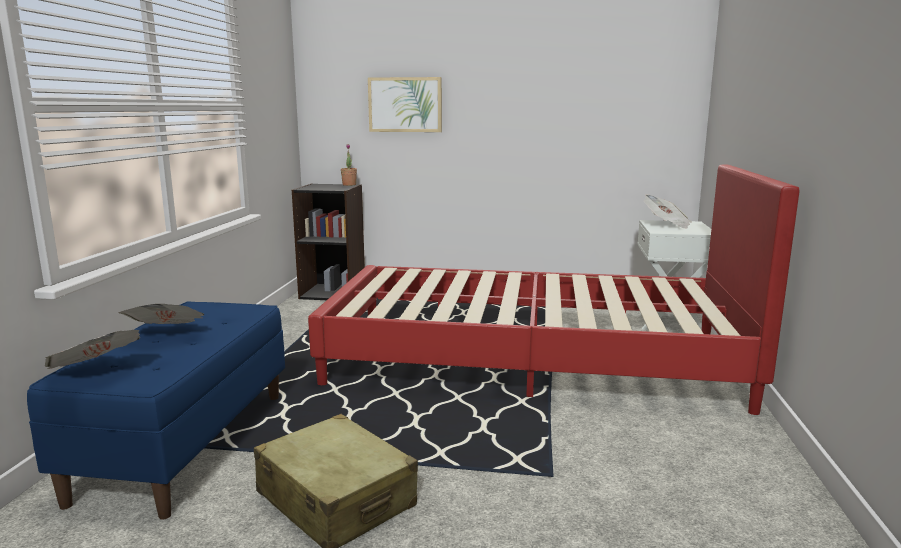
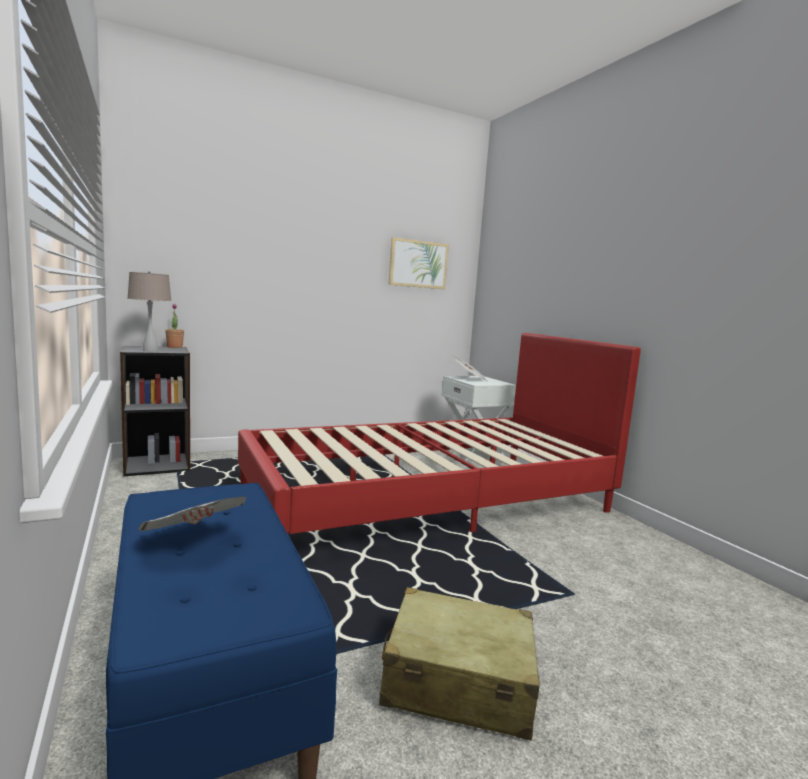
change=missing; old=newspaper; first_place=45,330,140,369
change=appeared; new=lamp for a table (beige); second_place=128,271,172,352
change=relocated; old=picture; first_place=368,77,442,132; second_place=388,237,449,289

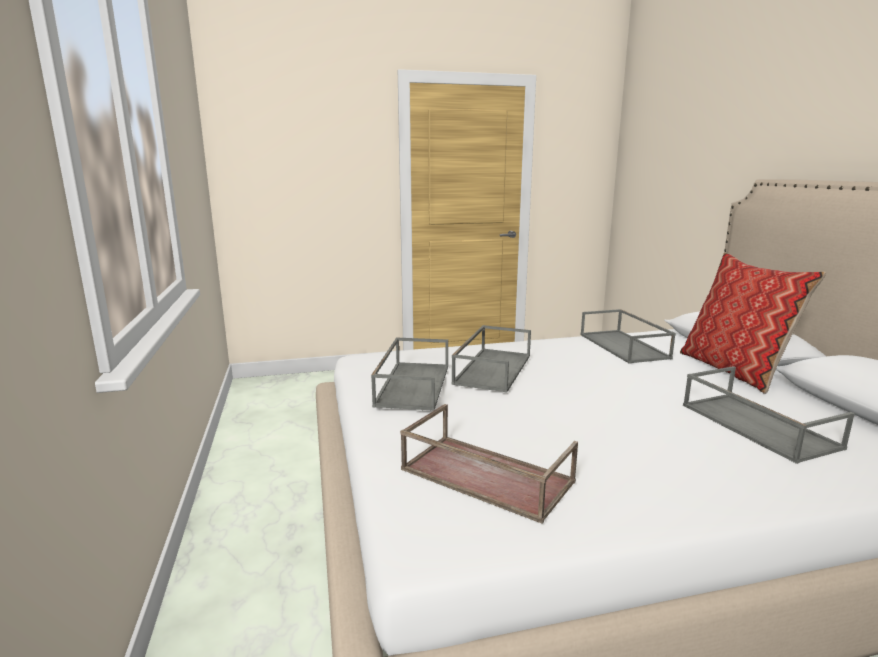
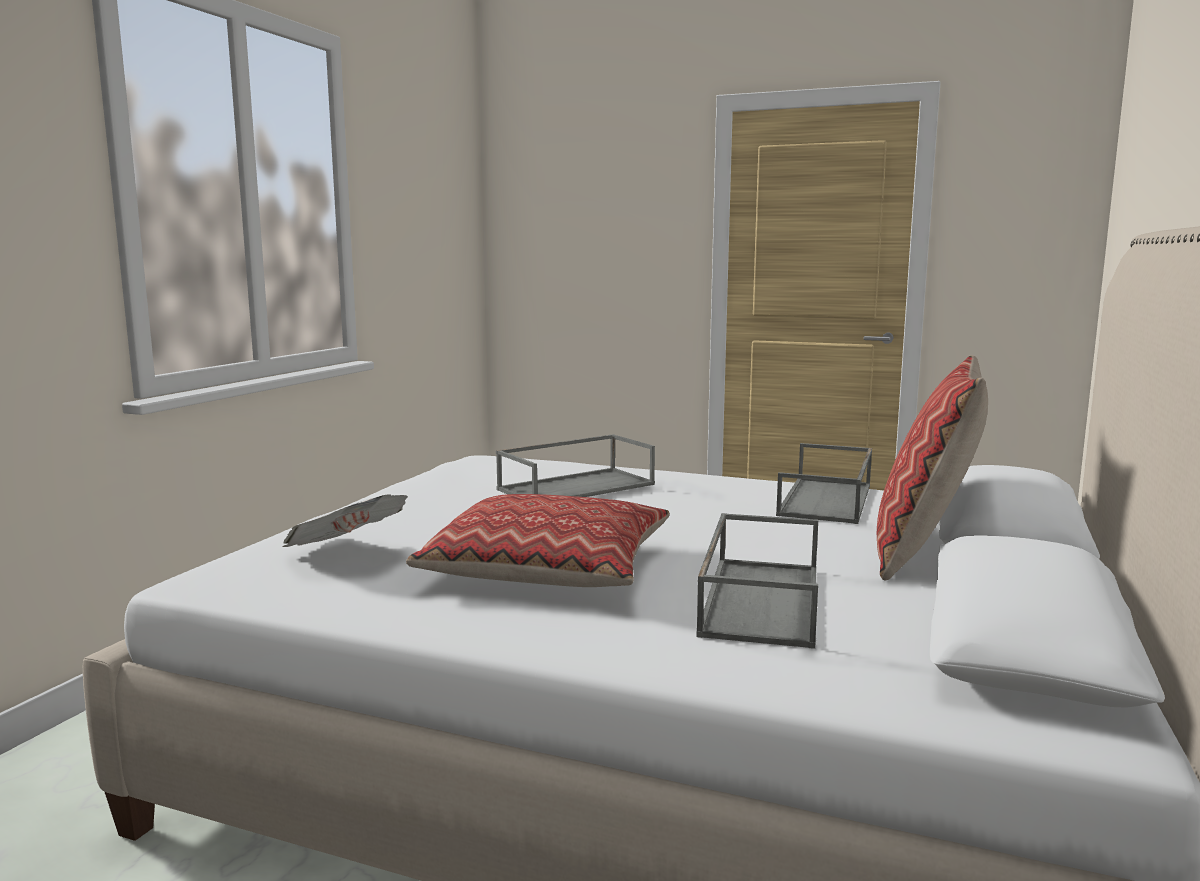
change=missing; old=carrying tray (gray); first_place=371,337,448,411
change=appeared; new=cushion; second_place=406,494,670,587
change=exchanged; old=carrying tray (brown); new=newspaper; first_place=400,404,578,524; second_place=282,495,408,547

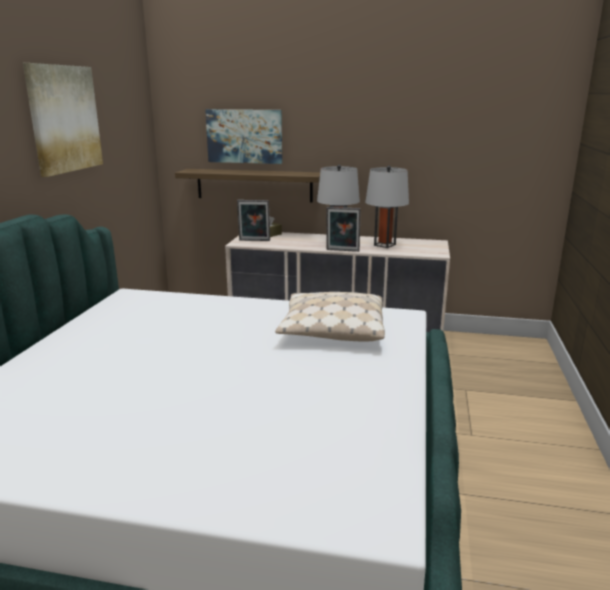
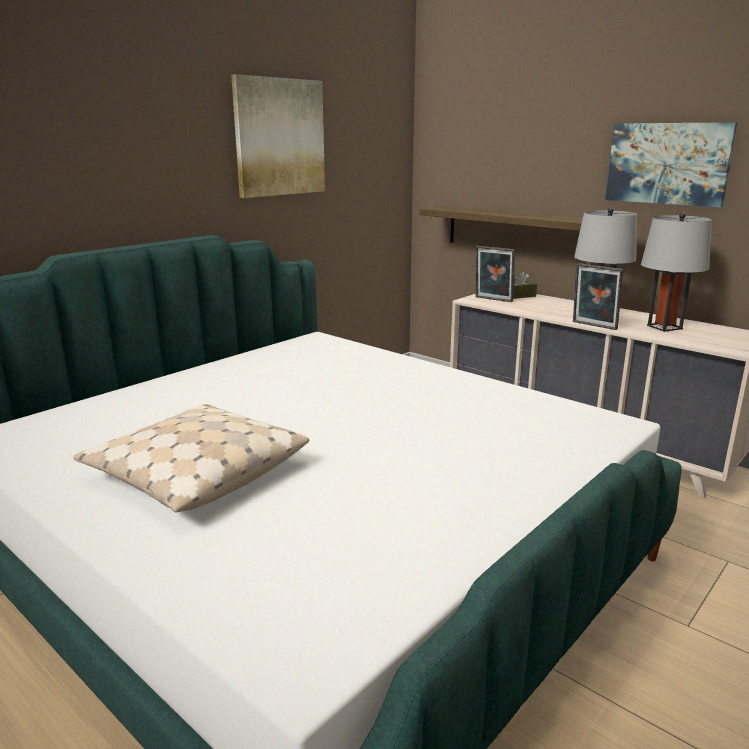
change=relocated; old=picture; first_place=205,109,282,164; second_place=605,122,737,207
change=relocated; old=cushion (beige); first_place=275,292,385,342; second_place=73,404,309,512

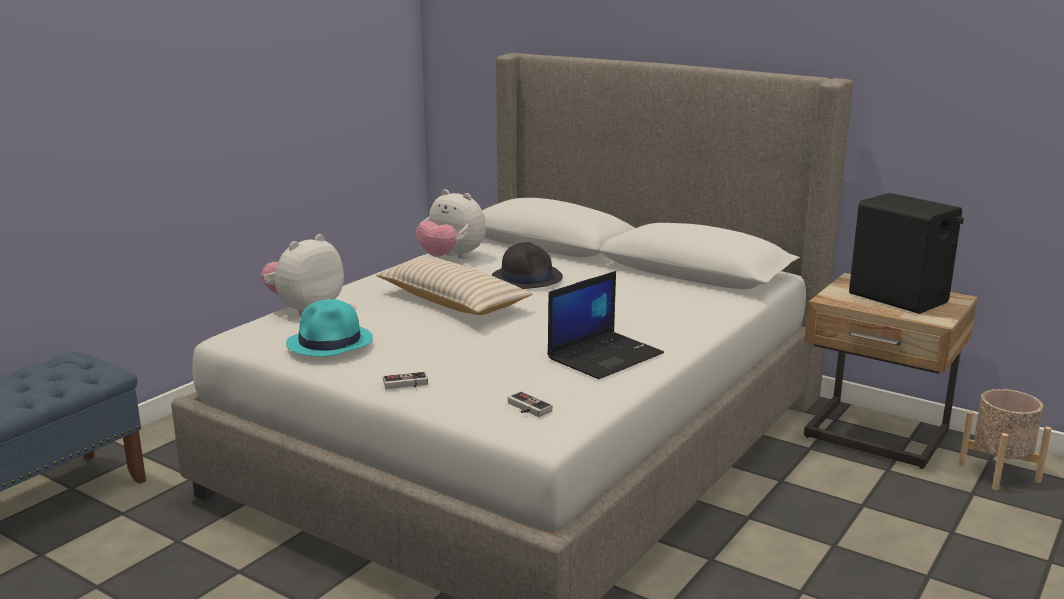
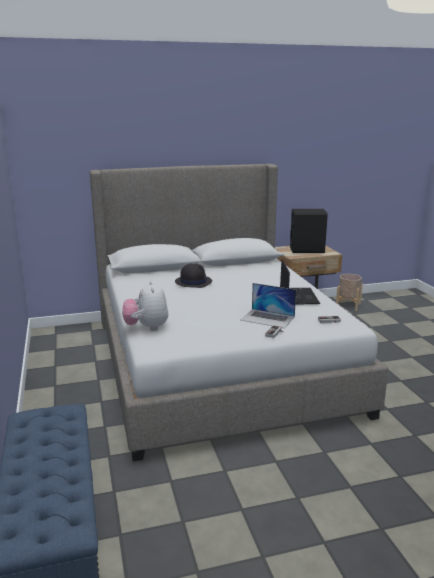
change=missing; old=hat (turquoise); first_place=286,299,373,357
change=missing; old=cushion (beige); first_place=376,257,532,315
change=missing; old=cuddly toy; first_place=416,189,486,258
change=appeared; new=laptop; second_place=241,283,296,328

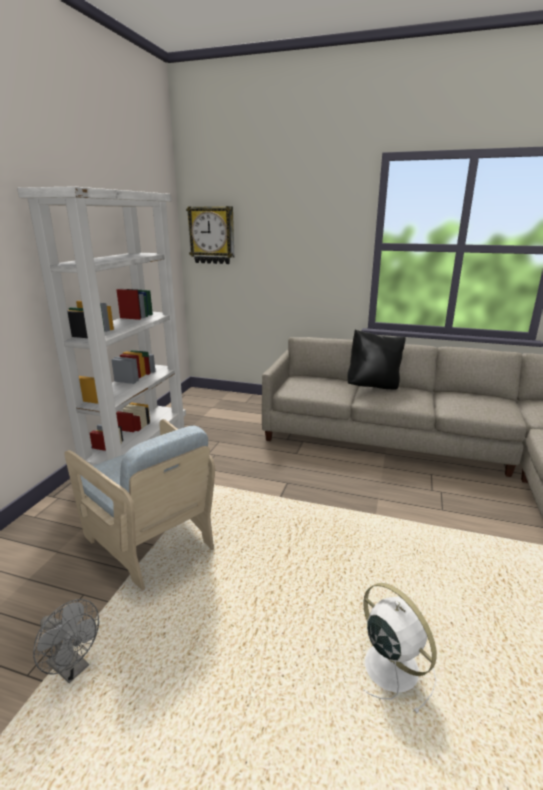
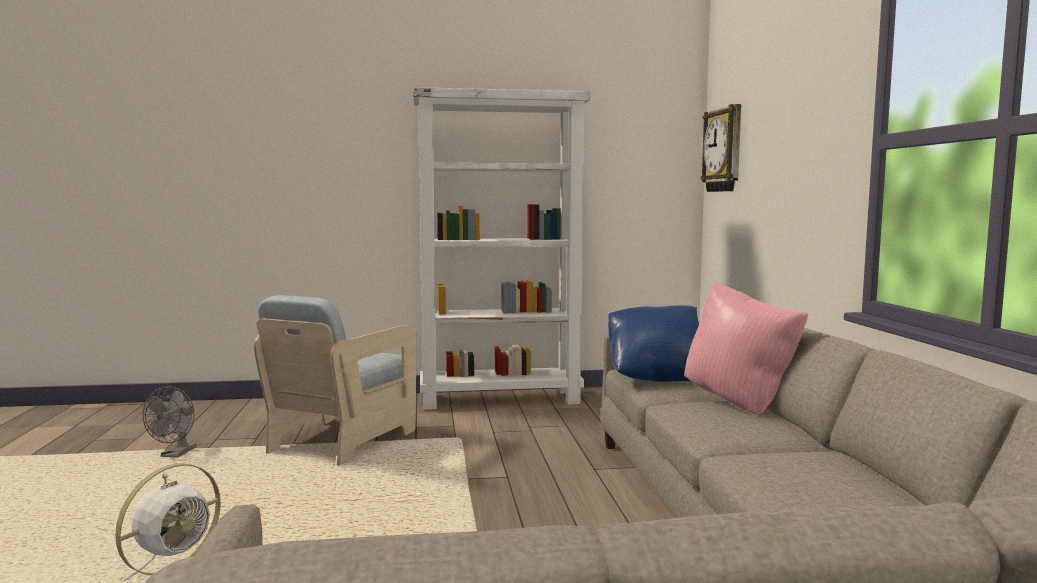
change=appeared; new=cushion (blue-coloured); second_place=608,305,699,382
change=colour; old=cushion (black); new=cushion (pink-coloured); first_place=347,329,406,389; second_place=684,280,808,415

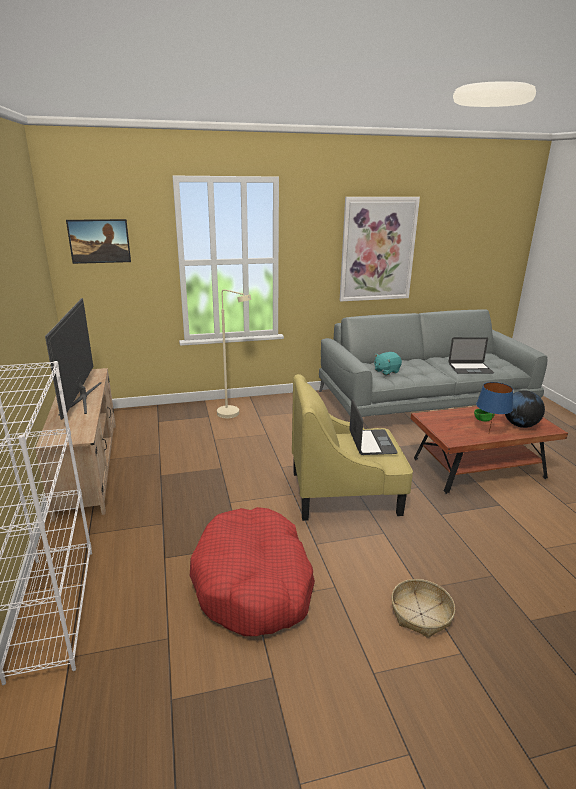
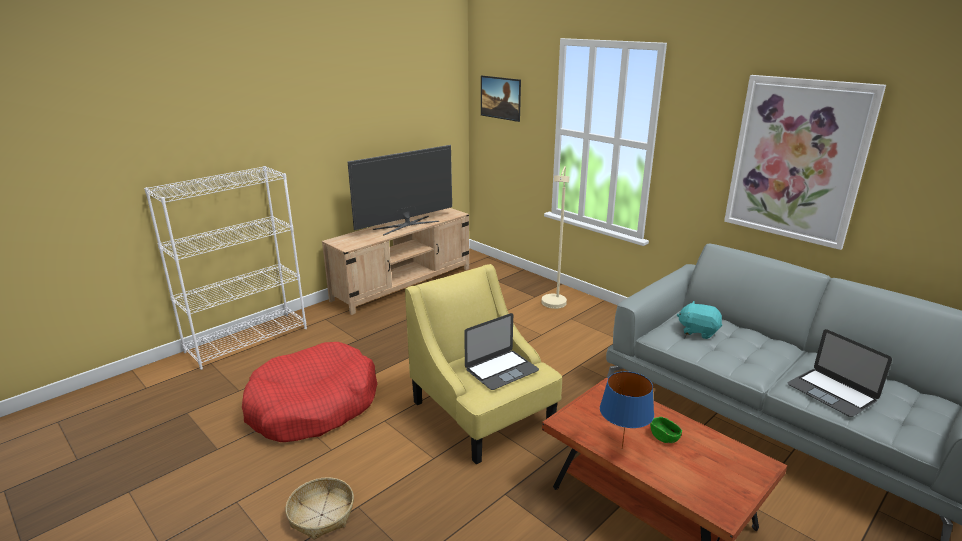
change=missing; old=globe; first_place=505,390,545,428

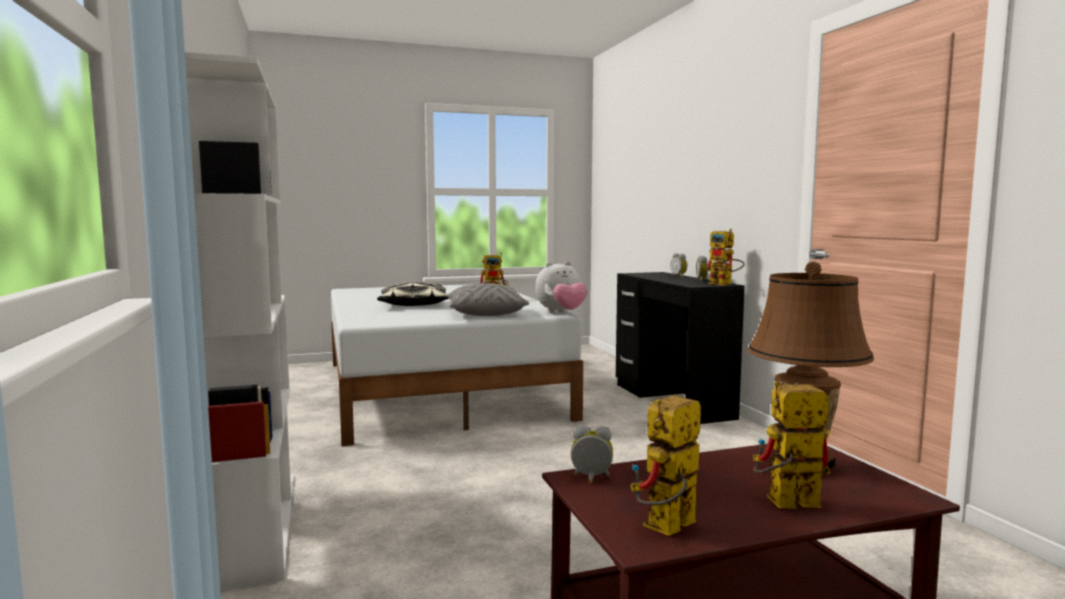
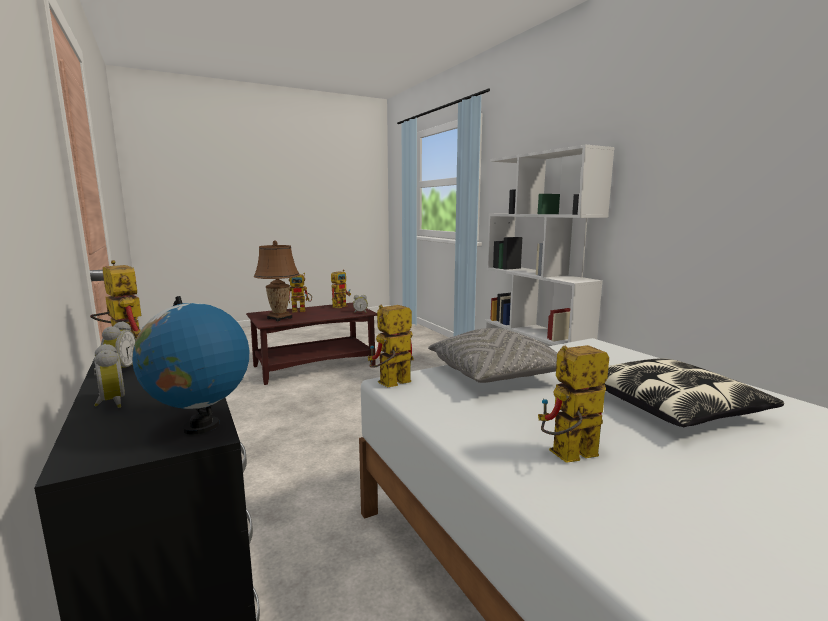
change=appeared; new=globe; second_place=132,296,249,435
change=exchanged; old=cuddly toy; new=model robot; first_place=535,261,587,313; second_place=368,305,414,387

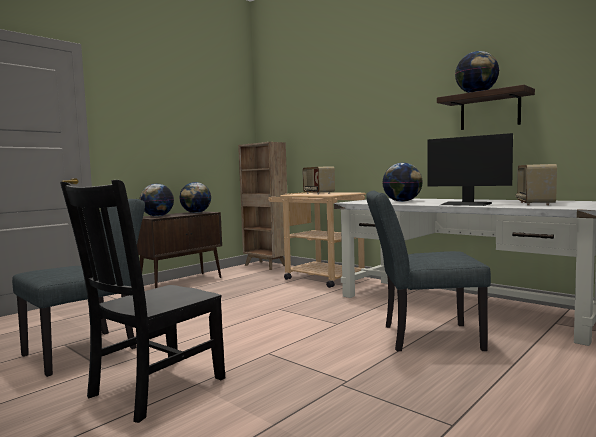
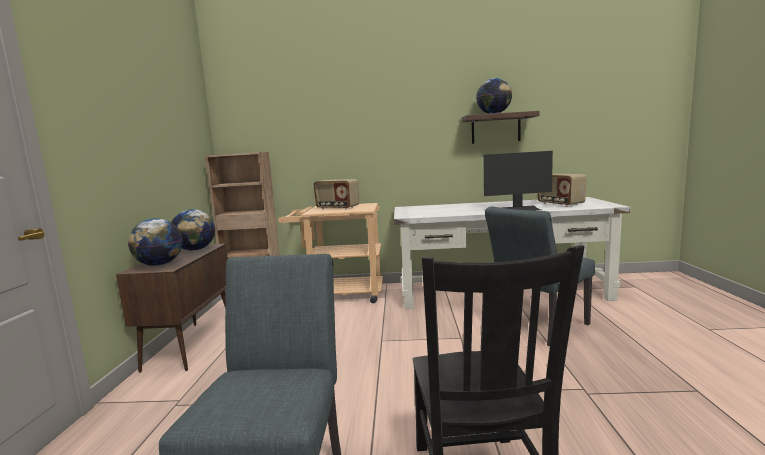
change=missing; old=globe; first_place=382,163,423,202

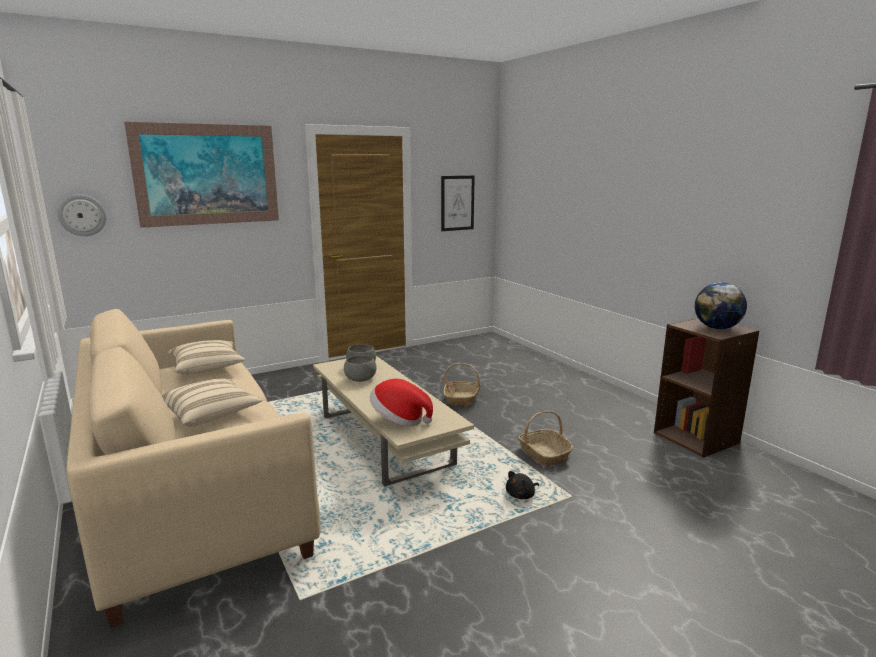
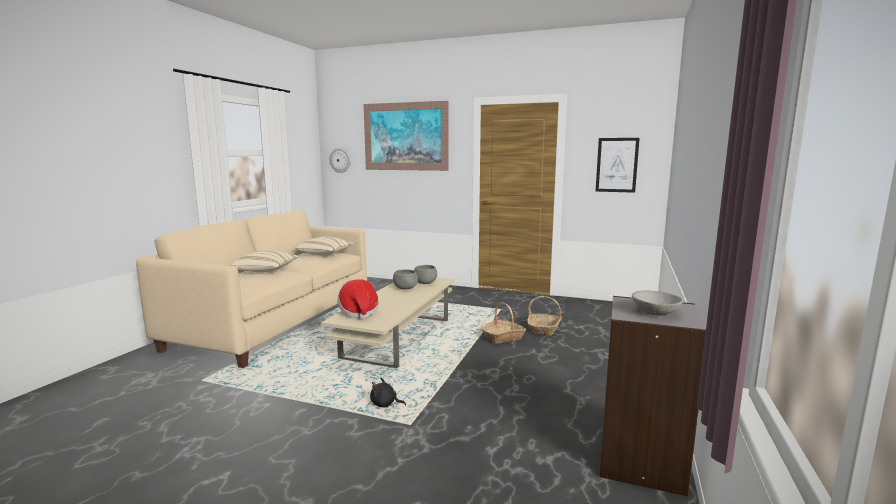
change=relocated; old=household basket; first_place=518,411,573,466; second_place=528,296,562,336
change=exchanged; old=globe; new=bowl (gray); first_place=695,282,747,329; second_place=632,290,683,316
change=colour; old=bookshelf (brown); new=bookshelf (gray); first_place=654,318,759,458; second_place=600,296,706,496

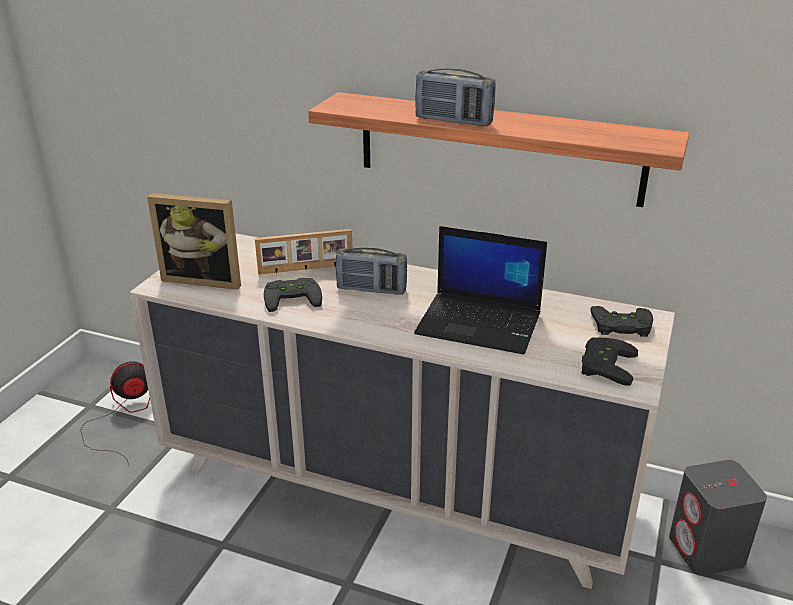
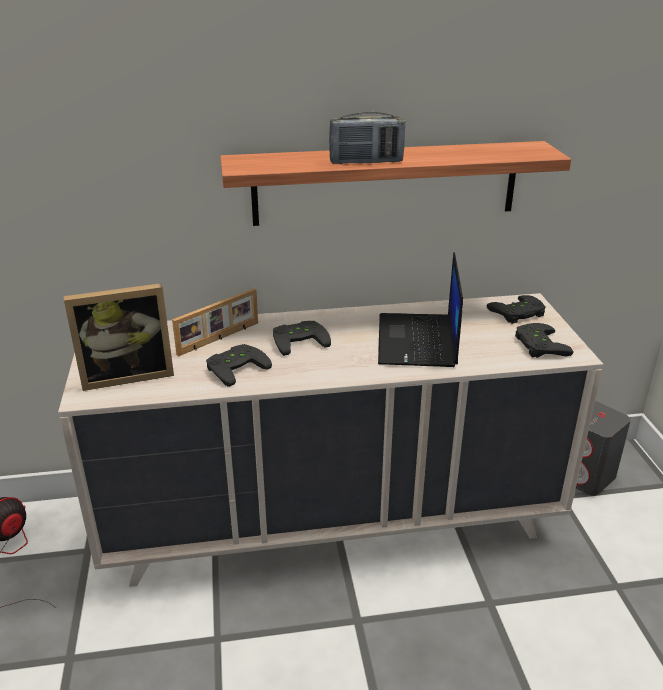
change=exchanged; old=radio receiver; new=gamepad (black); first_place=336,248,407,295; second_place=273,321,331,356
change=spun; old=laptop; first_place=414,226,547,355; second_place=378,252,463,367; degrees=105

